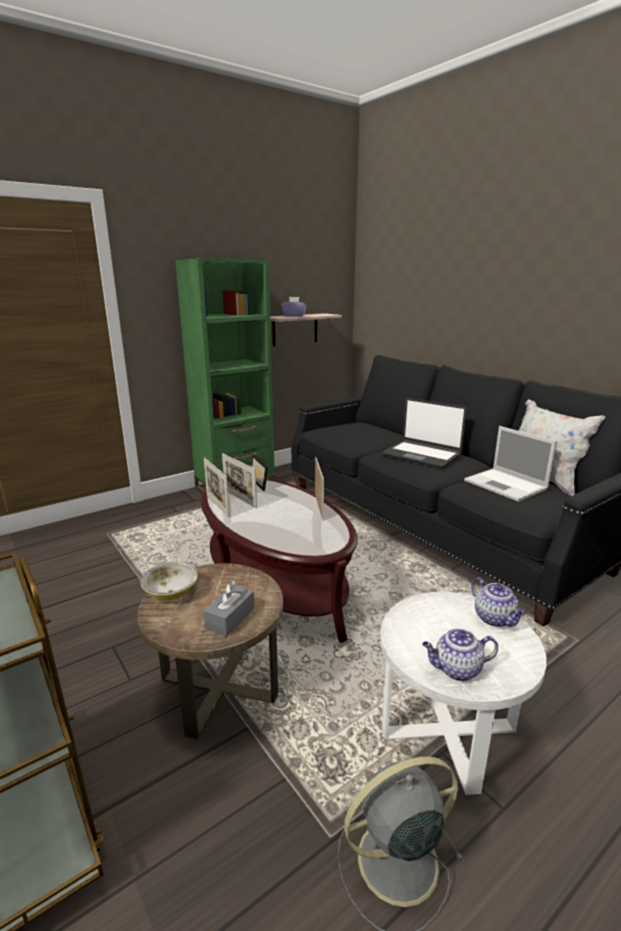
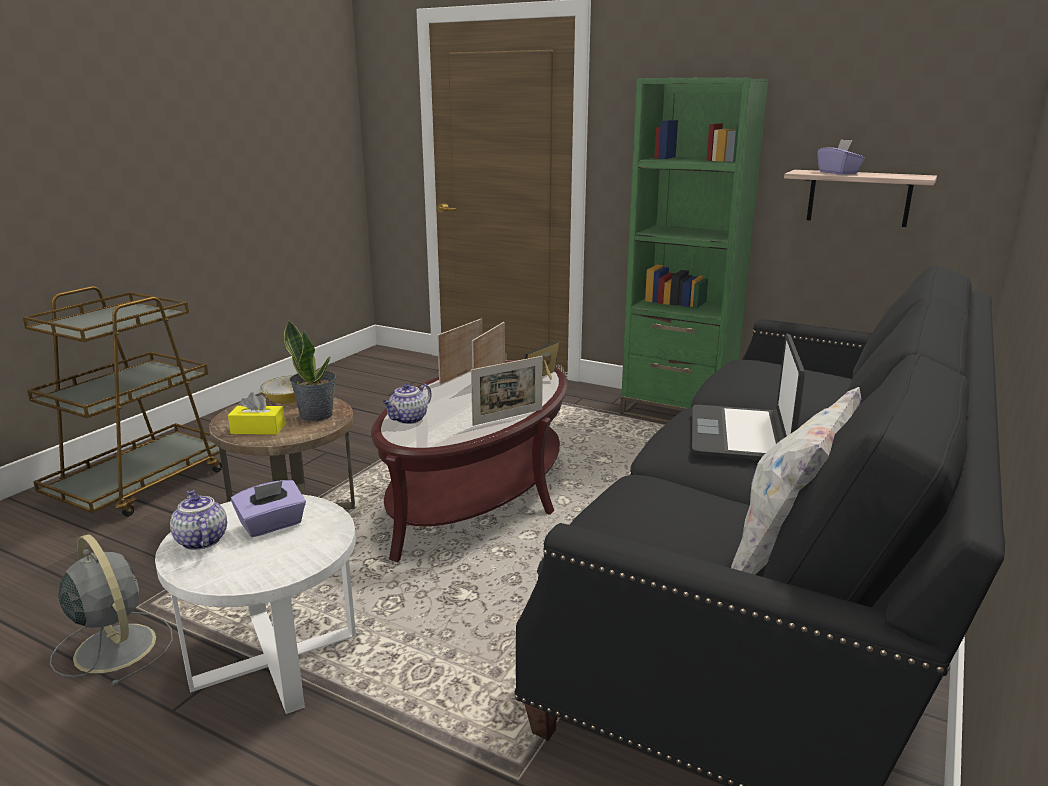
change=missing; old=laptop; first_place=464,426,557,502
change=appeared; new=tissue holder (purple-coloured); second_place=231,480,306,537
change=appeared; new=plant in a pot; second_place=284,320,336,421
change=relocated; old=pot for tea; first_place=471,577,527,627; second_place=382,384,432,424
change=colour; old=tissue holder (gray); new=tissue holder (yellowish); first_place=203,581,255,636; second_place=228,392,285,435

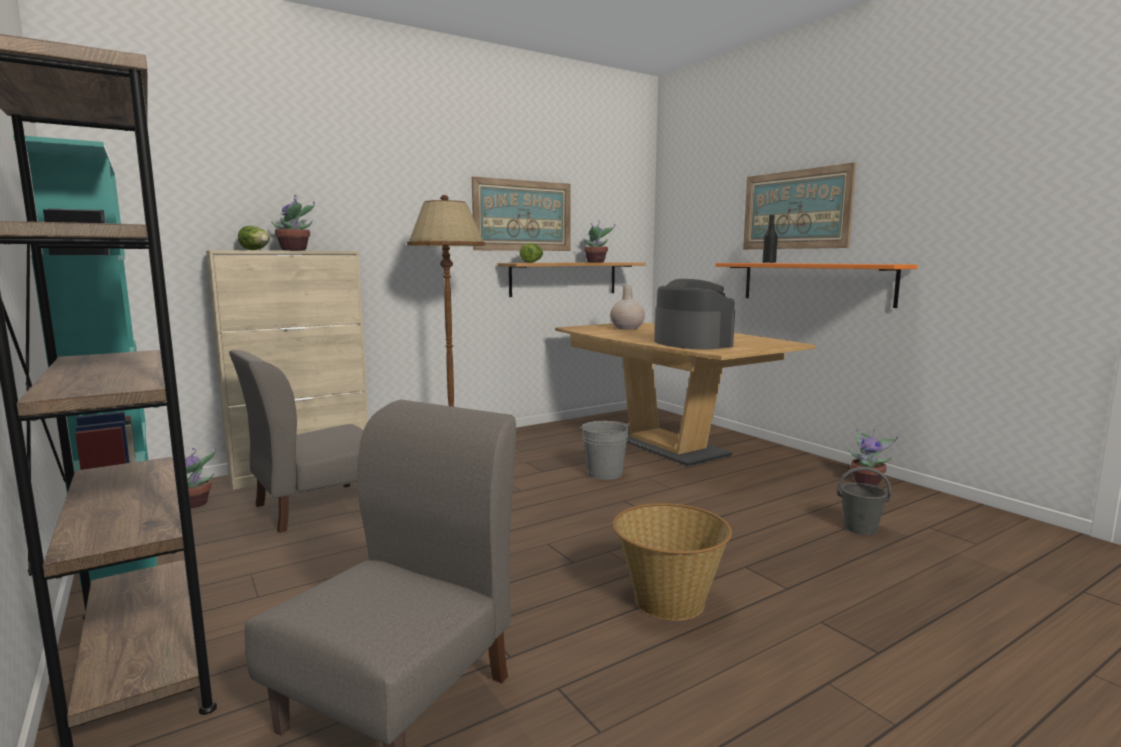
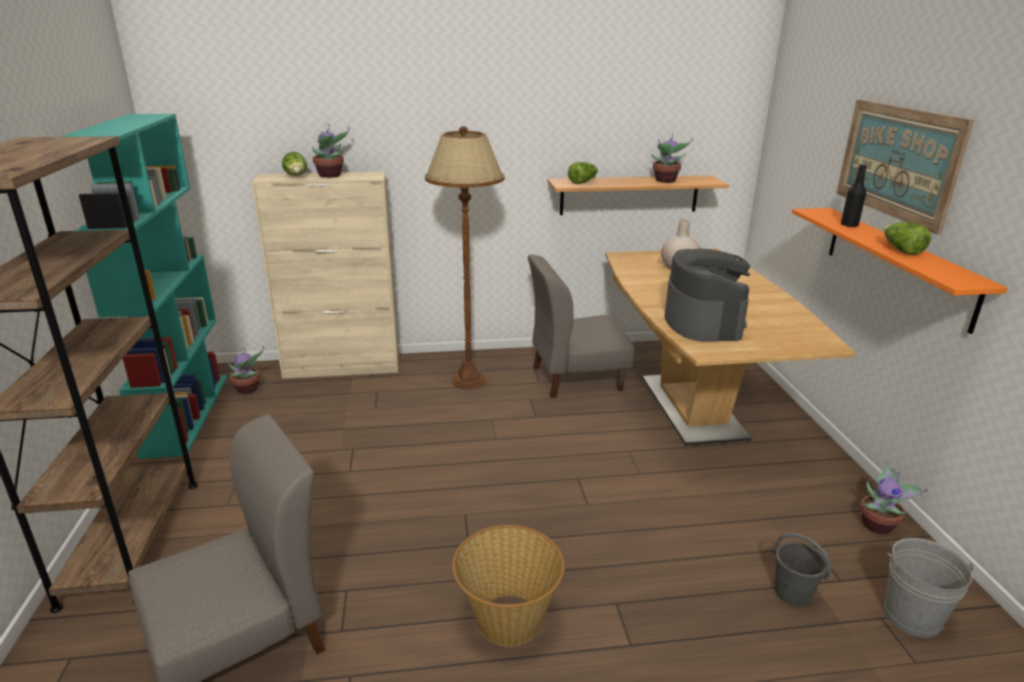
change=missing; old=picture; first_place=472,177,571,251
change=appeared; new=lettuce; second_place=883,222,931,255
change=relocated; old=upright chair (gray); first_place=229,350,364,533; second_place=528,255,634,398
change=relocated; old=pail (gray); first_place=579,421,630,480; second_place=884,538,975,638

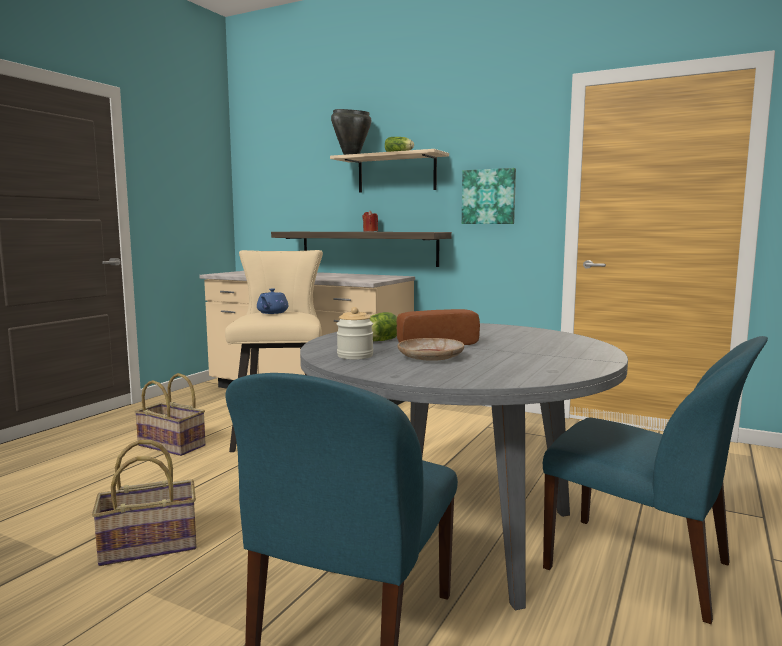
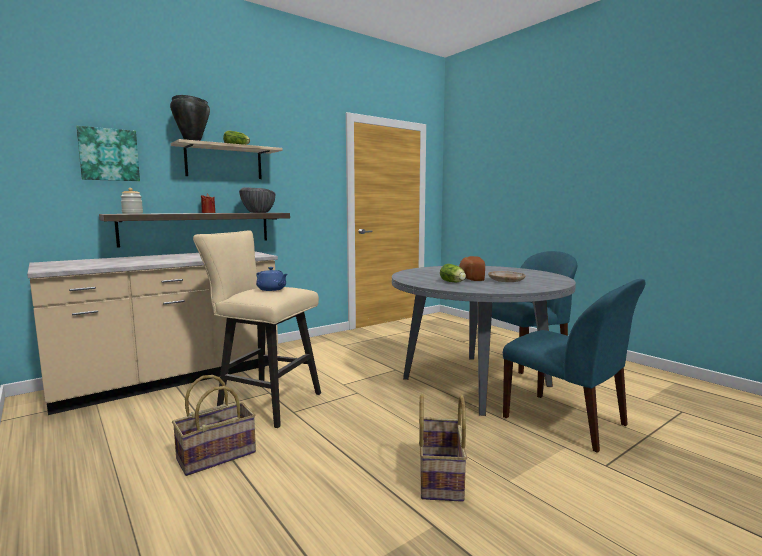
change=appeared; new=bowl; second_place=239,187,275,213
change=relocated; old=storage jar; first_place=337,307,373,359; second_place=120,188,143,214
change=relocated; old=picture; first_place=462,168,516,224; second_place=76,126,140,181

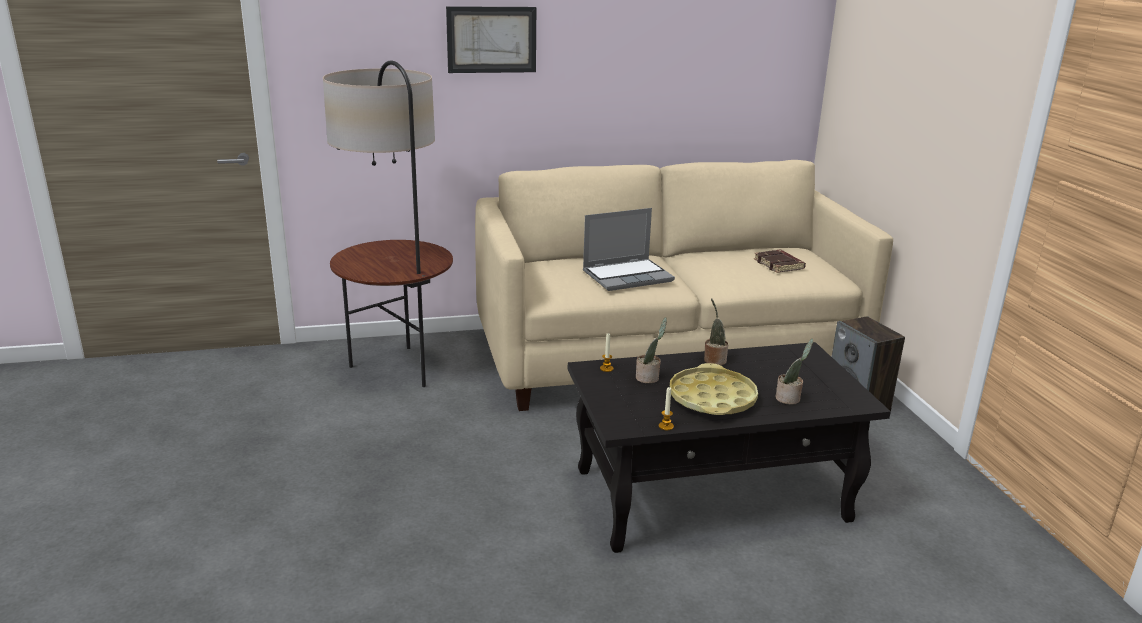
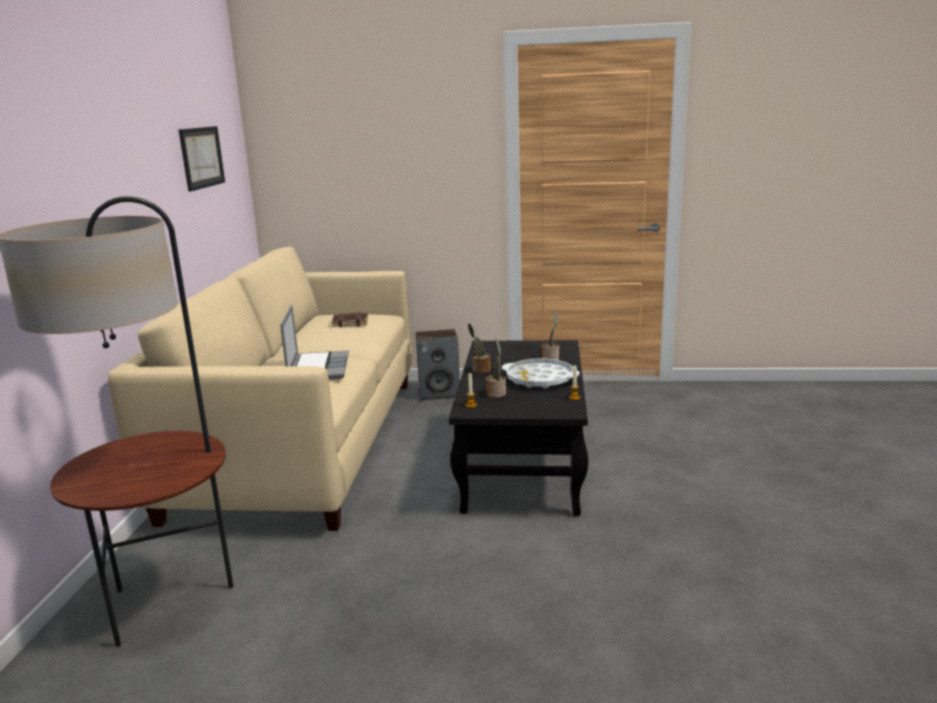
change=relocated; old=picture; first_place=446,6,536,73; second_place=179,126,225,192
change=colour; old=carrying tray (yellowish); new=carrying tray (white); first_place=670,363,758,415; second_place=502,358,580,389

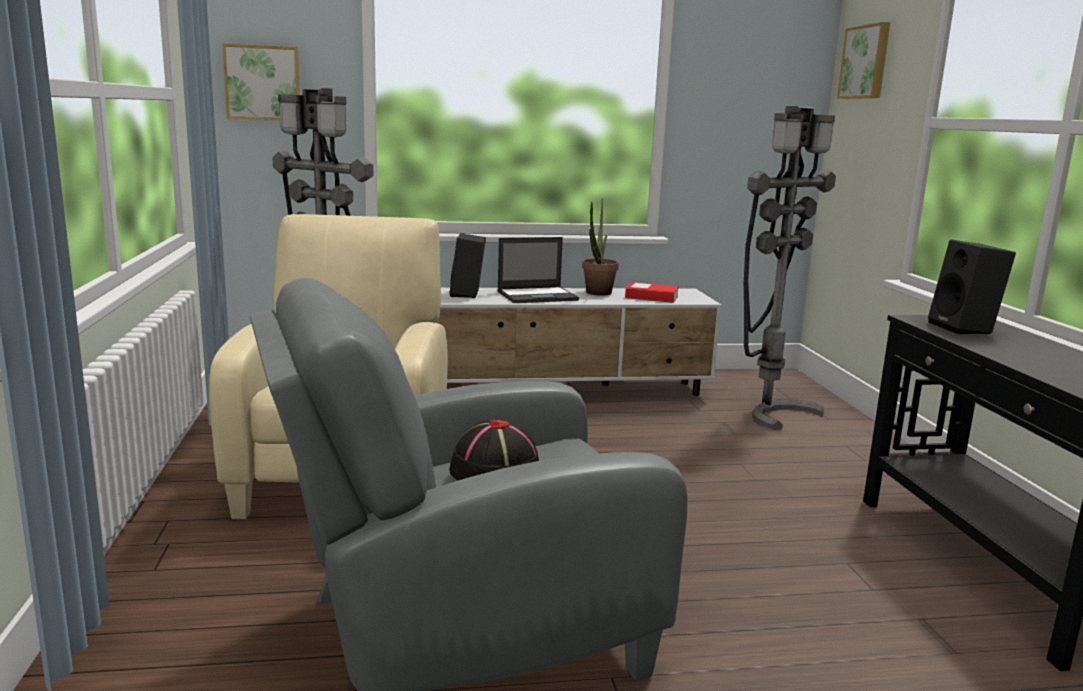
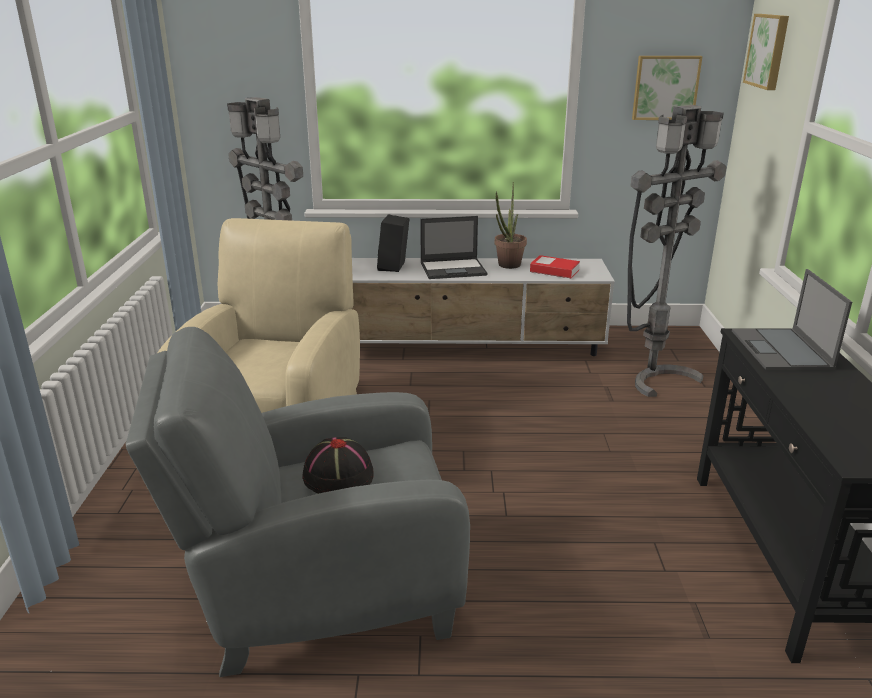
change=relocated; old=picture; first_place=222,43,300,120; second_place=632,56,703,120
change=exchanged; old=audio speaker (black); new=laptop; first_place=928,240,1016,334; second_place=732,269,852,370

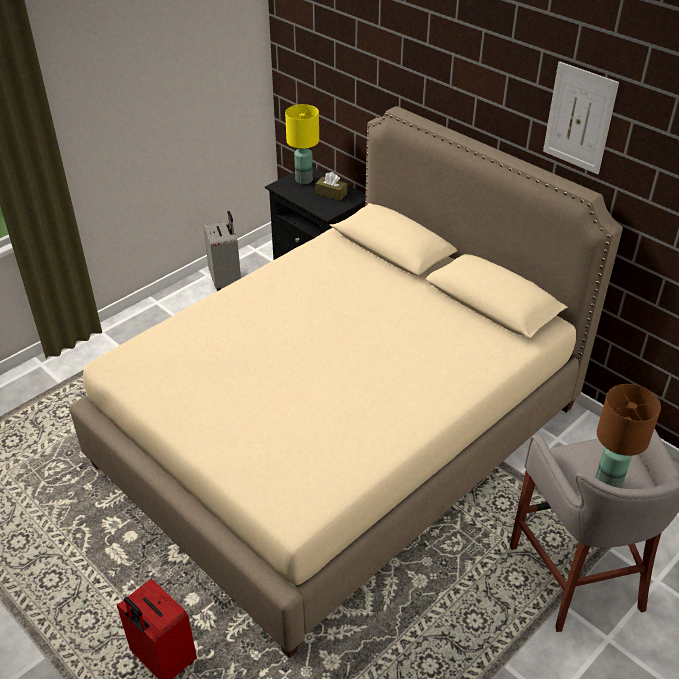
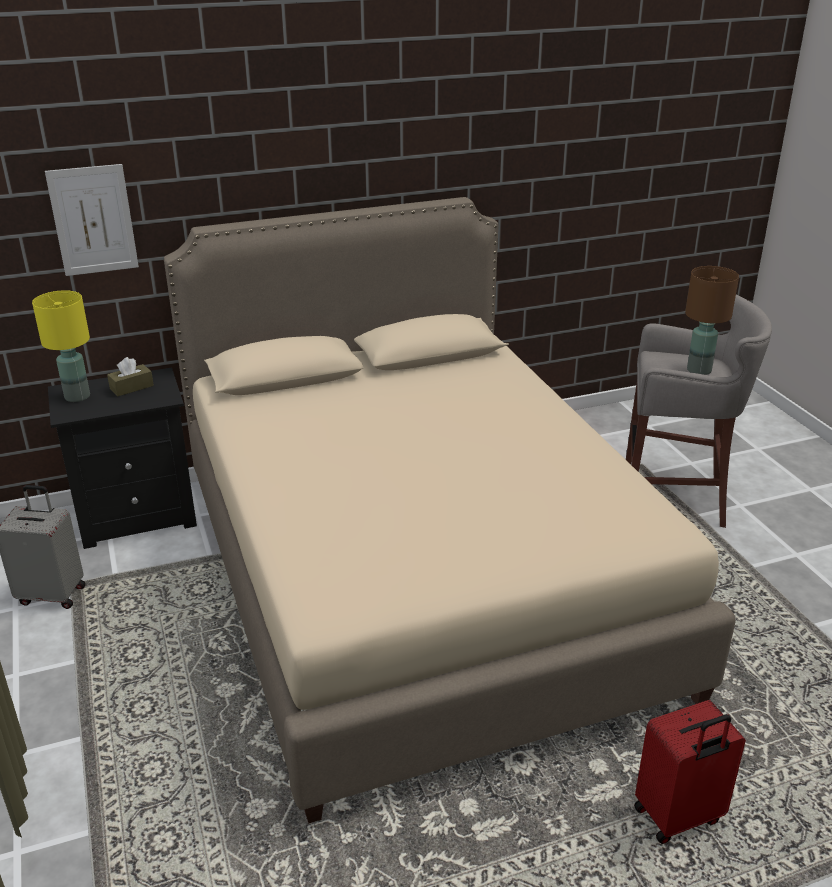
change=relocated; old=picture; first_place=543,61,619,174; second_place=45,164,139,276

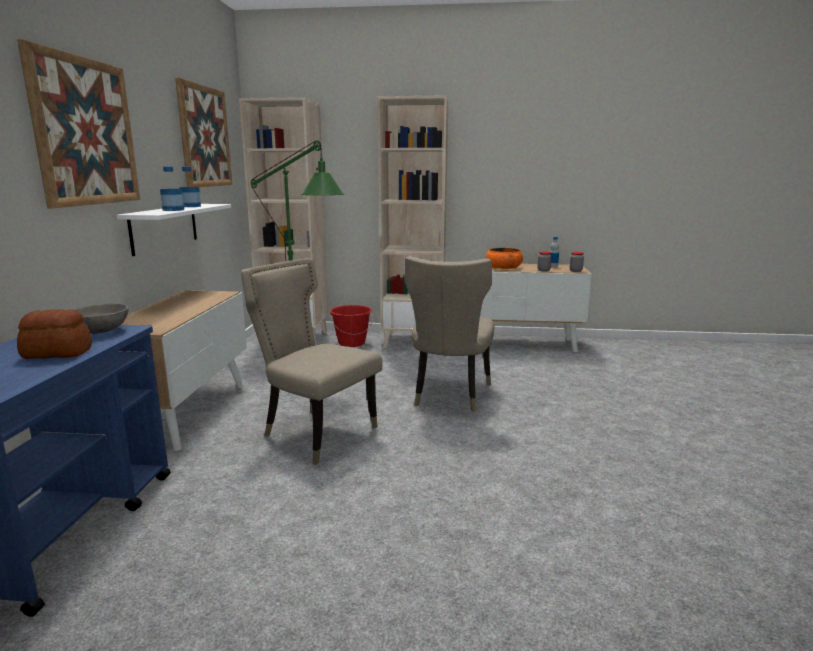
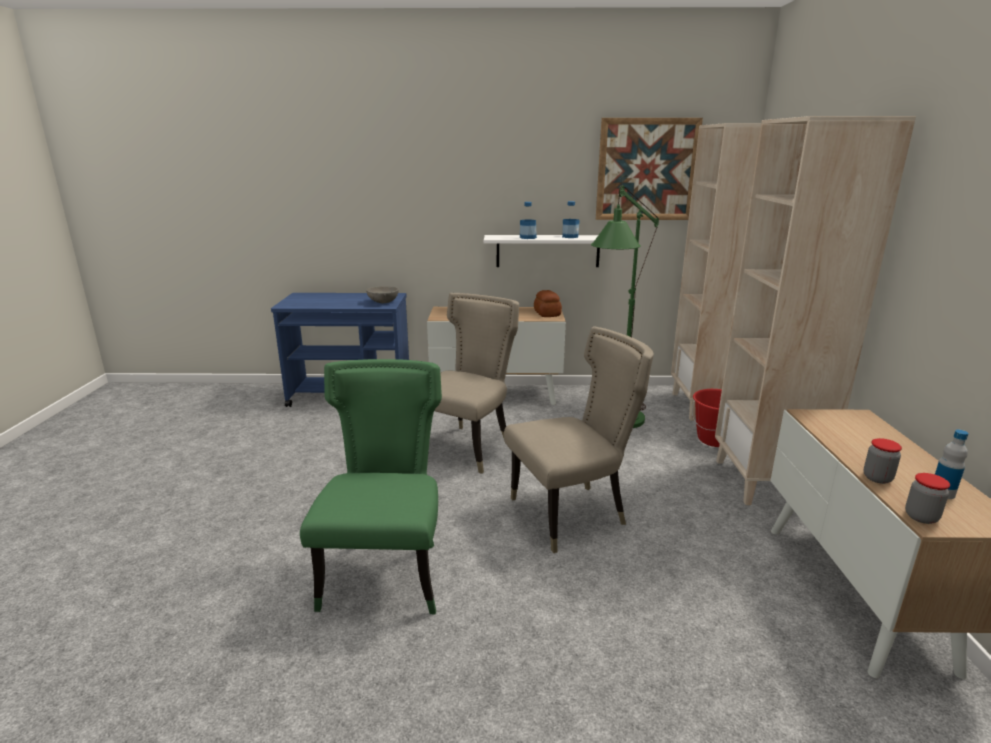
change=missing; old=picture; first_place=17,39,140,208
change=missing; old=bowl (orange); first_place=486,248,523,269
change=appeared; new=upright chair (green-coloured); second_place=300,359,442,614
change=relocated; old=bread; first_place=17,309,92,359; second_place=534,290,562,317
change=spun; old=upright chair (beige); first_place=405,256,494,411; second_place=504,326,654,553; degrees=150

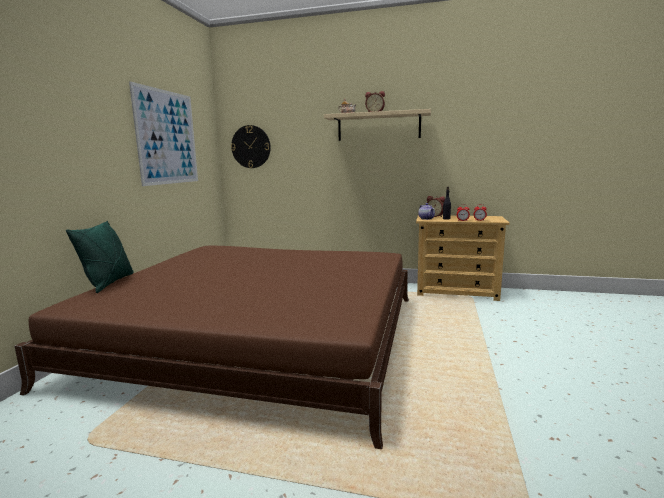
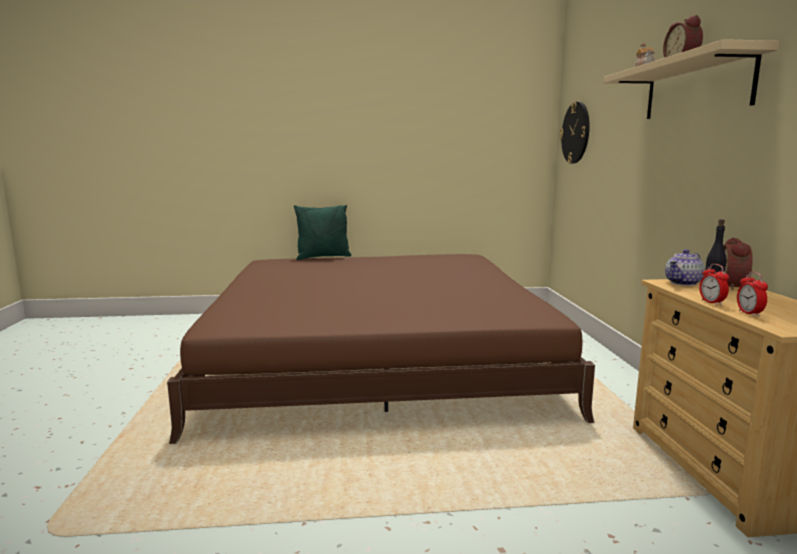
change=missing; old=picture; first_place=129,82,198,186

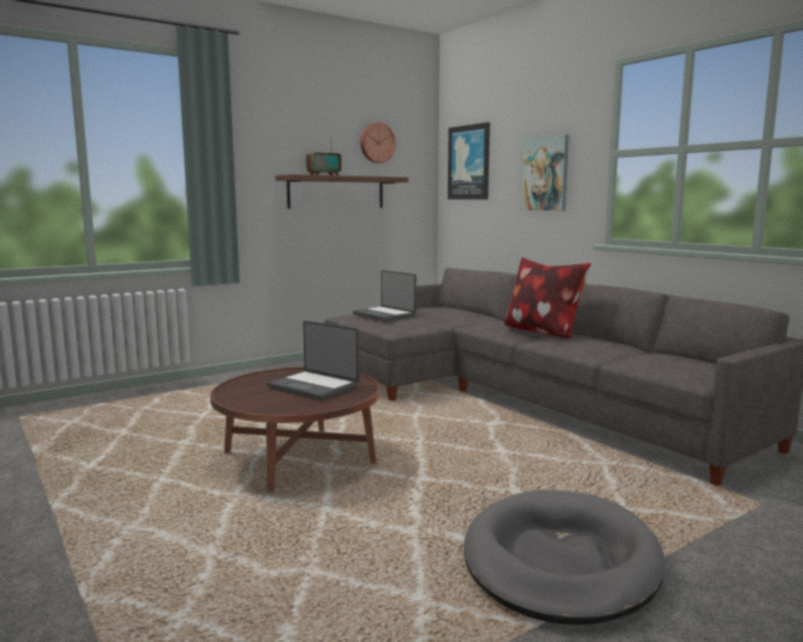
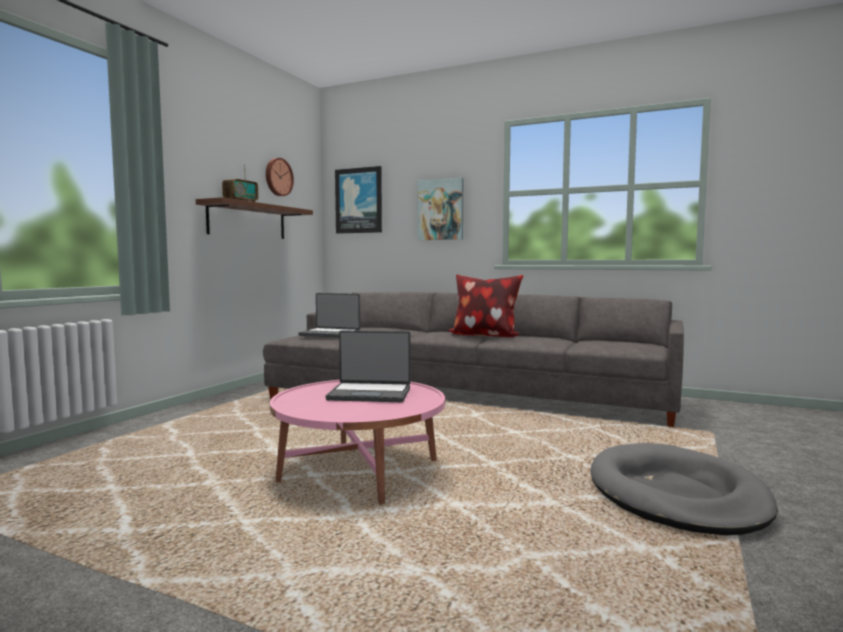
change=colour; old=low table (brown); new=low table (pink-coloured); first_place=210,367,380,492; second_place=270,380,445,505

